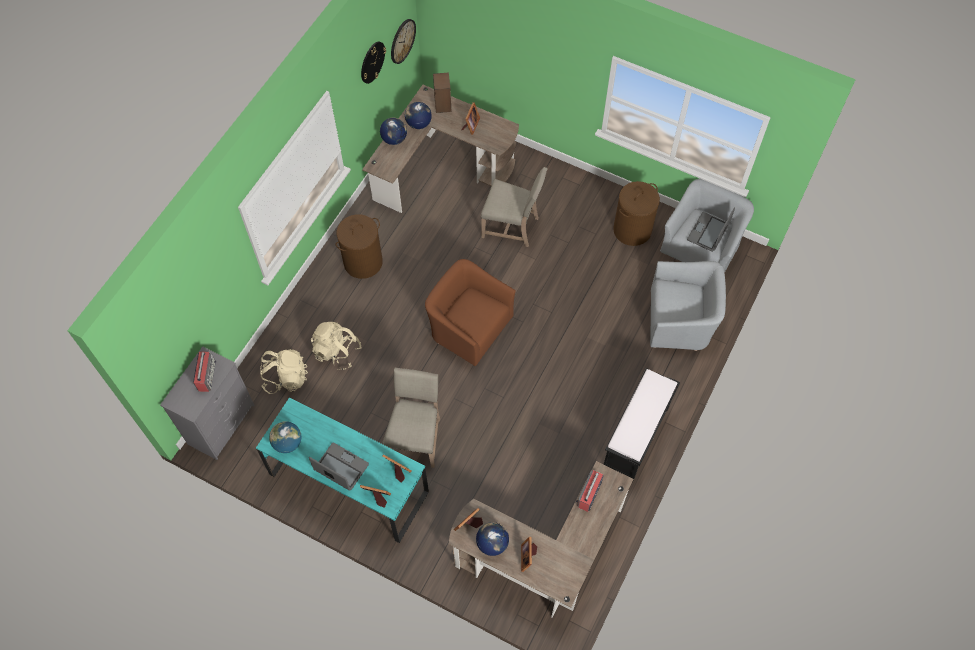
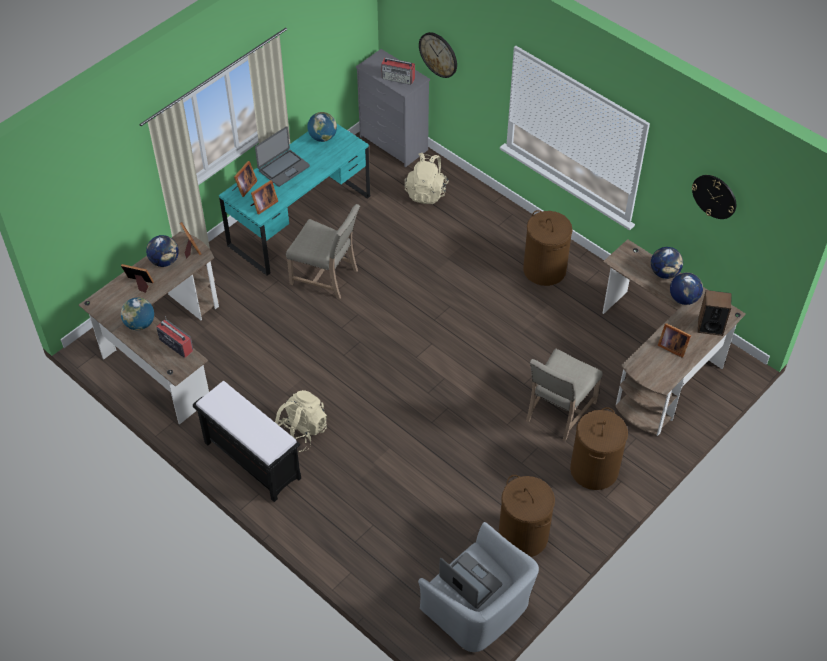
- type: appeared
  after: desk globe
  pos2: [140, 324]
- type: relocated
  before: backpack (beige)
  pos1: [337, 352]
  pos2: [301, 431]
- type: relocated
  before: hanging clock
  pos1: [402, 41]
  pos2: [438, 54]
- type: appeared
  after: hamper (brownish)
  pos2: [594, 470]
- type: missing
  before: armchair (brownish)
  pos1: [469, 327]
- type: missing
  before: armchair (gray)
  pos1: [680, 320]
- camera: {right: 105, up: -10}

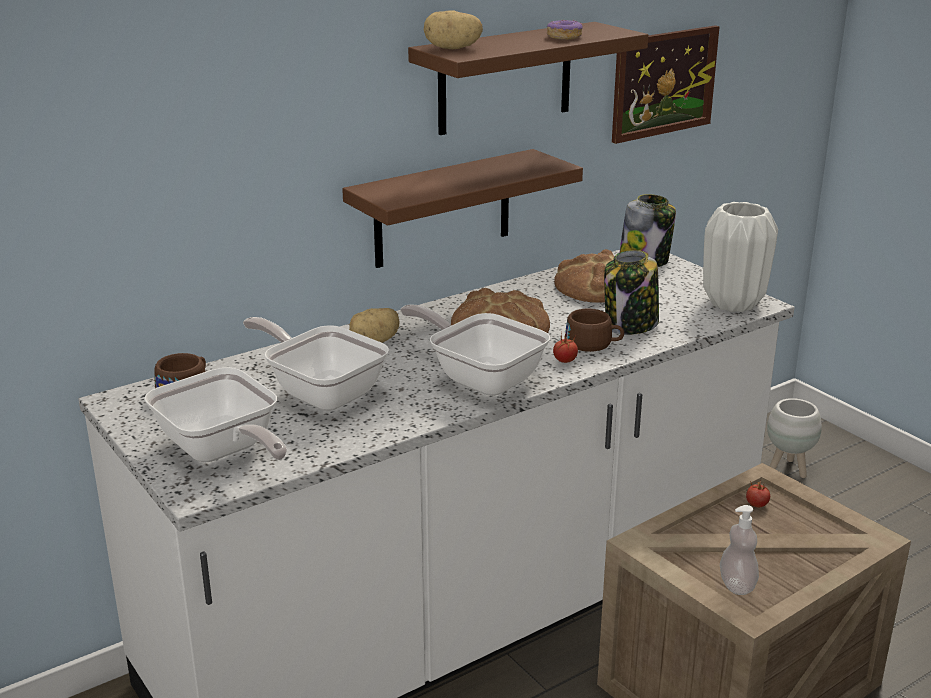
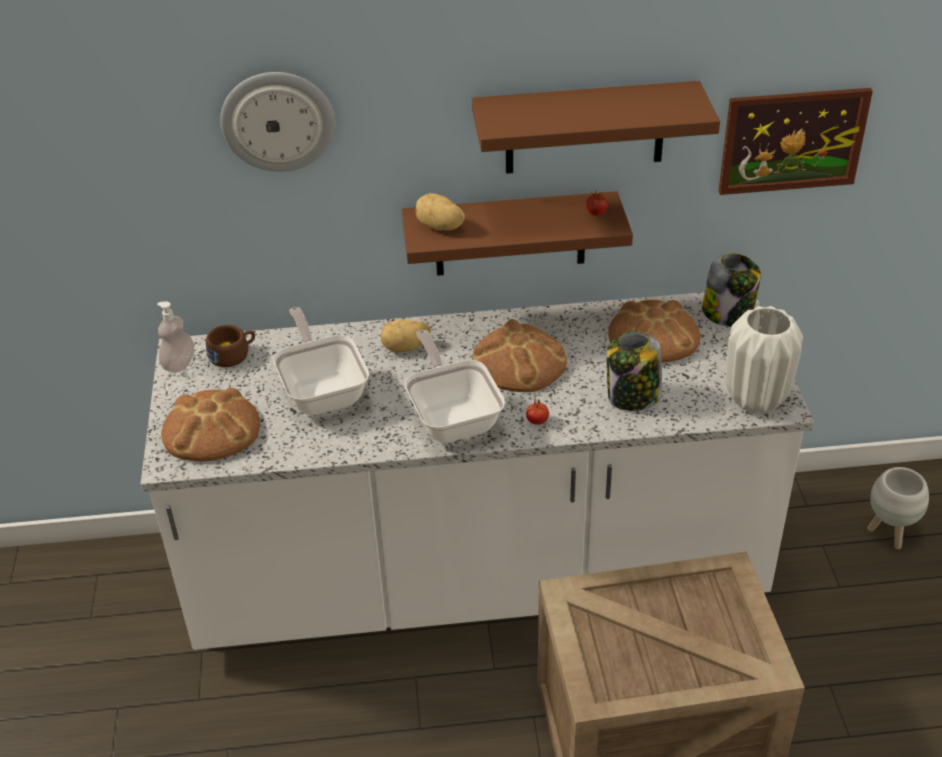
- type: relocated
  before: liquid soap bottle
  pos1: [737, 585]
  pos2: [179, 364]
- type: exchanged
  before: pan
  after: bakery bread
  pos1: [222, 451]
  pos2: [211, 429]
- type: appeared
  after: hanging clock
  pos2: [278, 121]
- type: relocated
  before: spud
  pos1: [452, 48]
  pos2: [440, 227]
- type: relocated
  before: whole tomato
  pos1: [757, 505]
  pos2: [596, 213]
- type: missing
  before: ring doughnut
  pos1: [563, 37]
- type: missing
  before: cup (brownish)
  pos1: [594, 344]
- camera: {right: 30, up: 15}

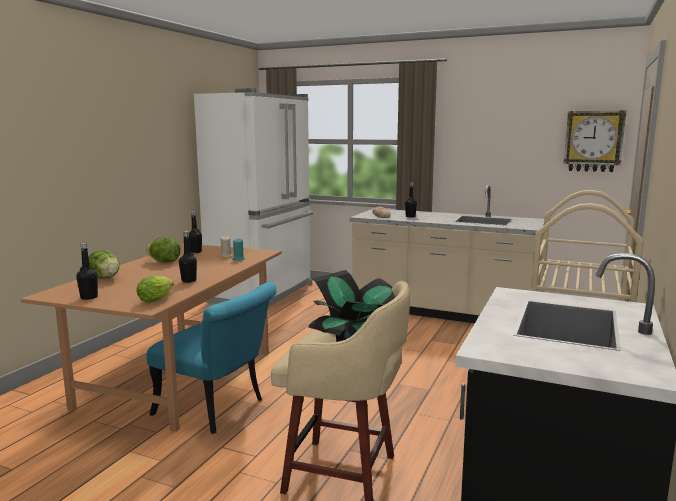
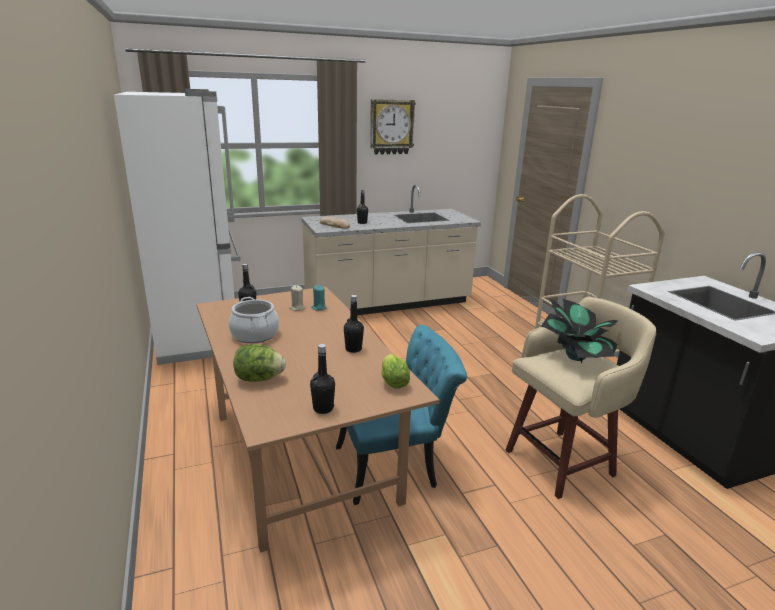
- type: exchanged
  before: head of lettuce
  after: stockpot
  pos1: [164, 262]
  pos2: [255, 335]
- type: relocated
  before: hanging clock
  pos1: [593, 141]
  pos2: [391, 127]
- camera: {right: -45, up: 10}

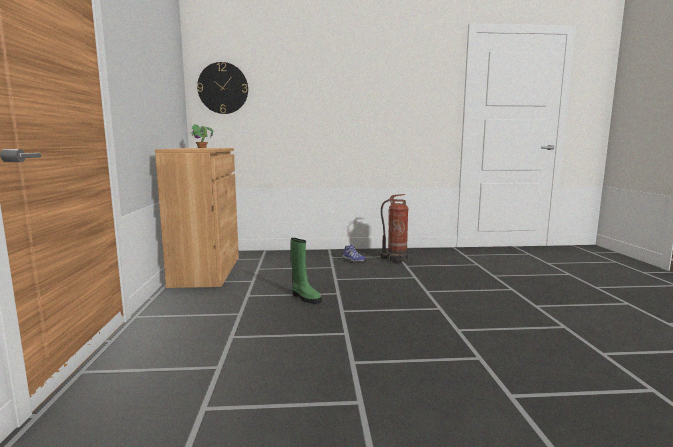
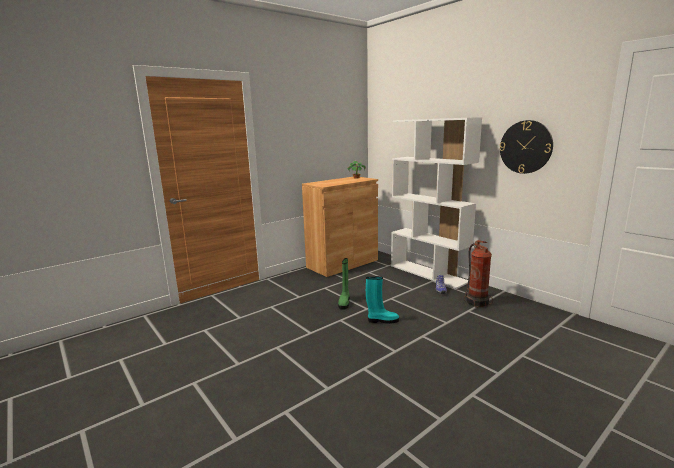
- type: appeared
  after: high-top boot (blue-green)
  pos2: [382, 320]
- type: appeared
  after: bookshelf (white)
  pos2: [429, 273]
- type: relocated
  before: hanging clock
  pos1: [223, 88]
  pos2: [525, 147]
- camera: {right: 55, up: 5}

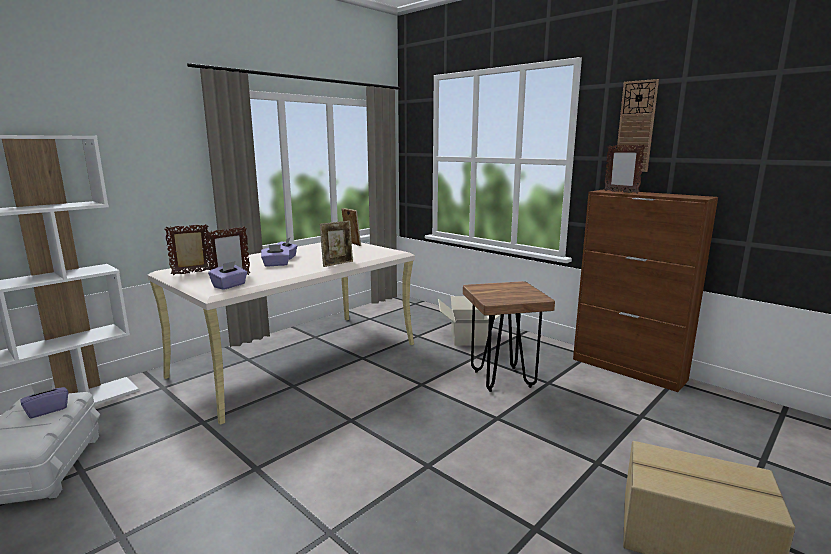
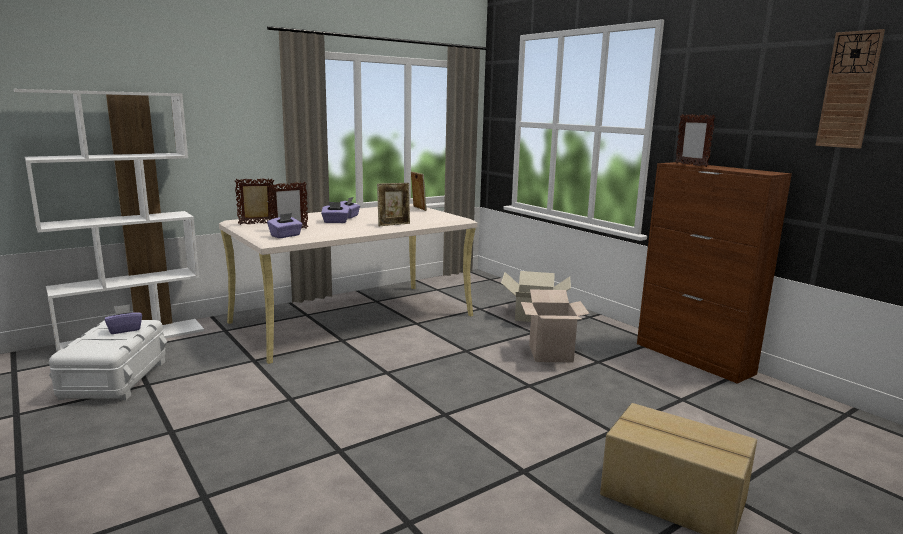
- type: exchanged
  before: sitting stool (brownish)
  after: packing box
  pos1: [502, 379]
  pos2: [550, 354]
- type: relocated
  before: hanging clock
  pos1: [636, 127]
  pos2: [849, 90]
- camera: {right: 10, up: 0}

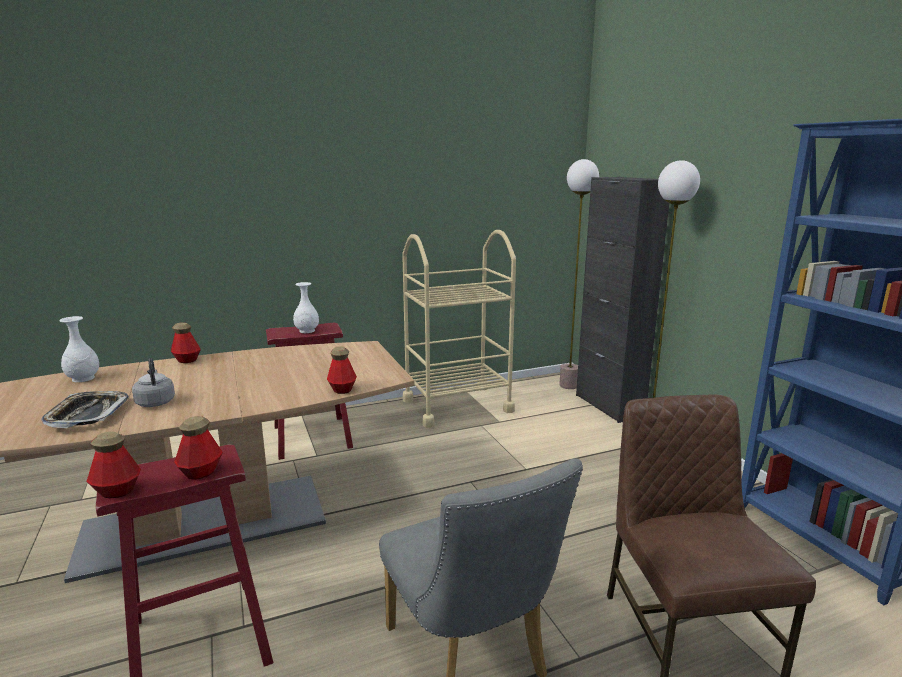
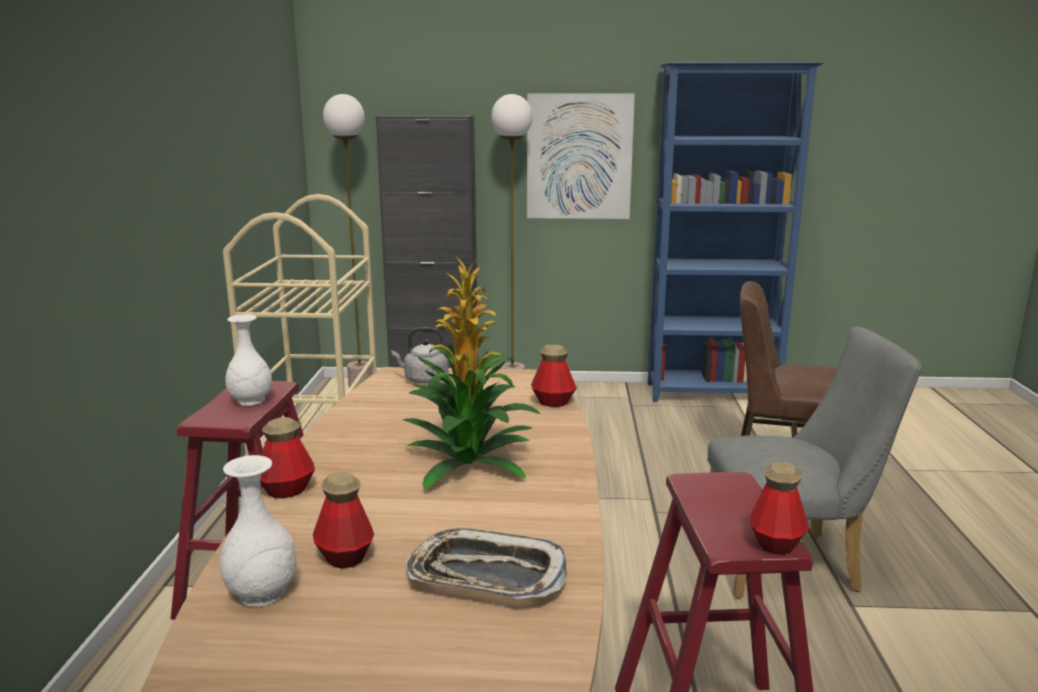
- type: relocated
  before: drink bottle
  pos1: [201, 472]
  pos2: [345, 557]
- type: relocated
  before: tea kettle (gray)
  pos1: [155, 402]
  pos2: [423, 380]
- type: appeared
  after: plant in a pot
  pos2: [470, 462]
- type: appeared
  after: picture
  pos2: [579, 157]
- camera: {right: -65, up: 0}

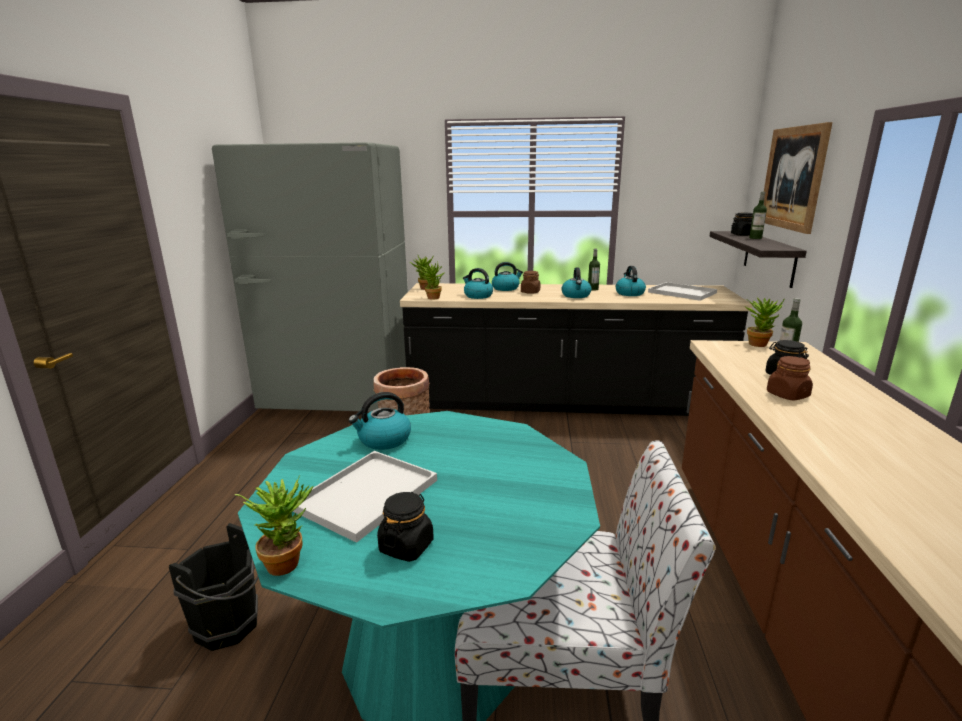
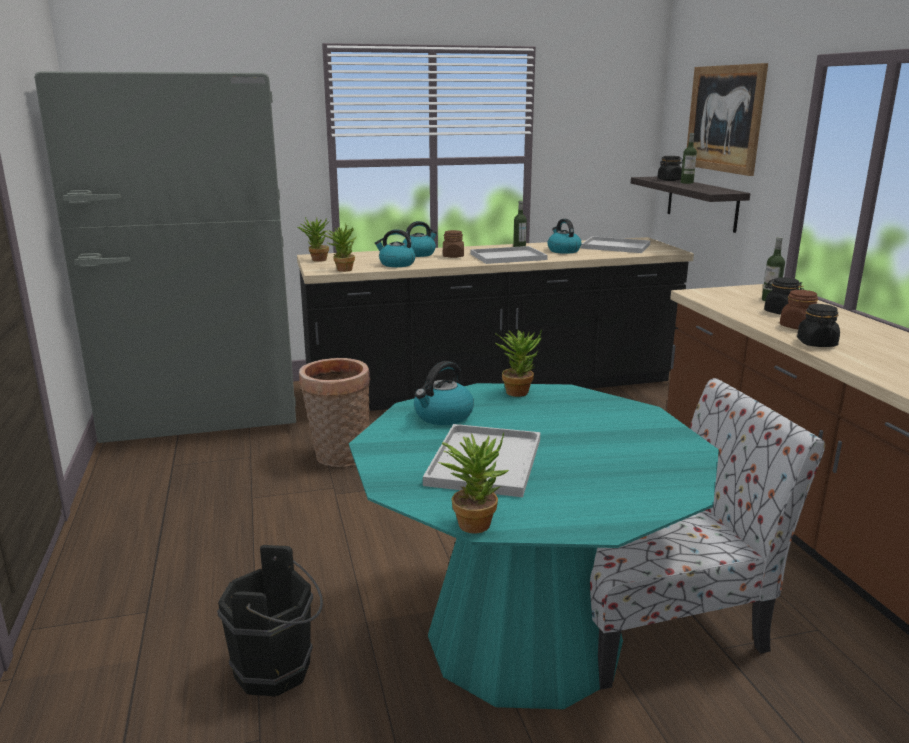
- type: exchanged
  before: tea kettle
  after: carrying tray (white)
  pos1: [576, 295]
  pos2: [509, 256]
- type: relocated
  before: plant in a pot
  pos1: [759, 343]
  pos2: [519, 391]
- type: relocated
  before: jar (blackish)
  pos1: [406, 546]
  pos2: [816, 343]
- camera: {right: -20, up: 0}

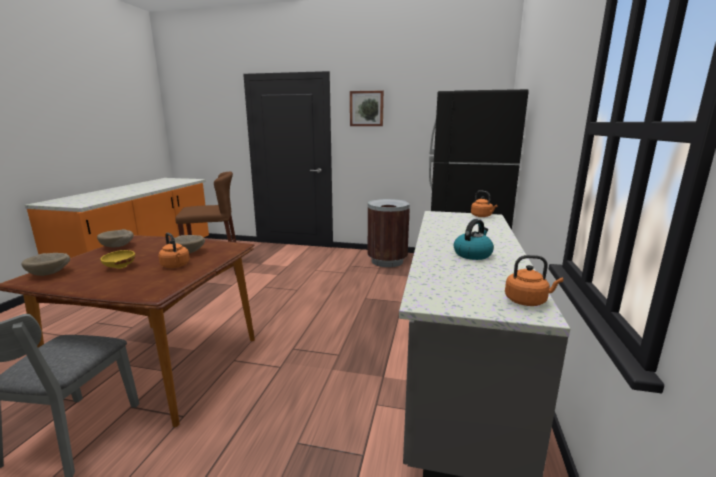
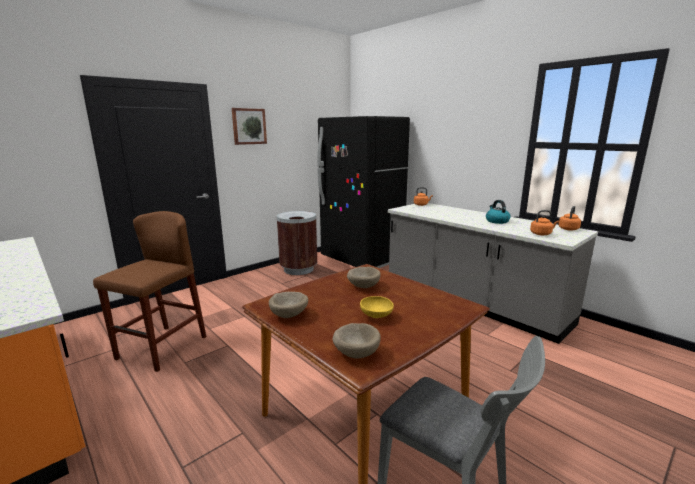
- type: relocated
  before: tea kettle (orangey)
  pos1: [176, 266]
  pos2: [541, 234]
- camera: {right: -55, up: 0}

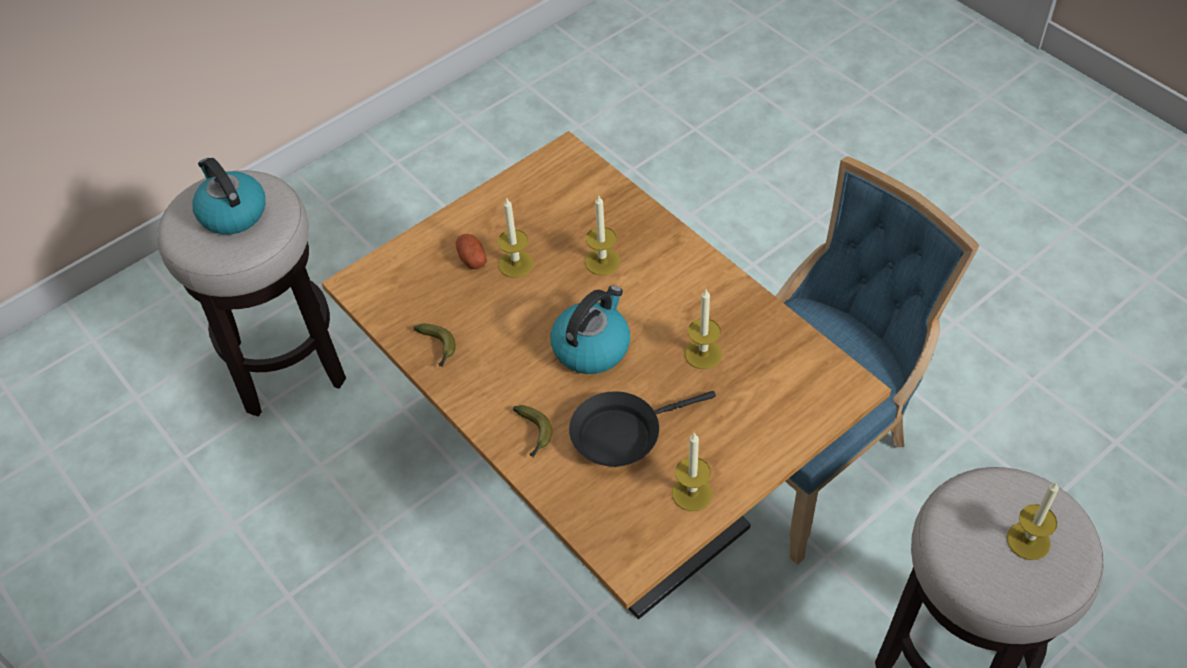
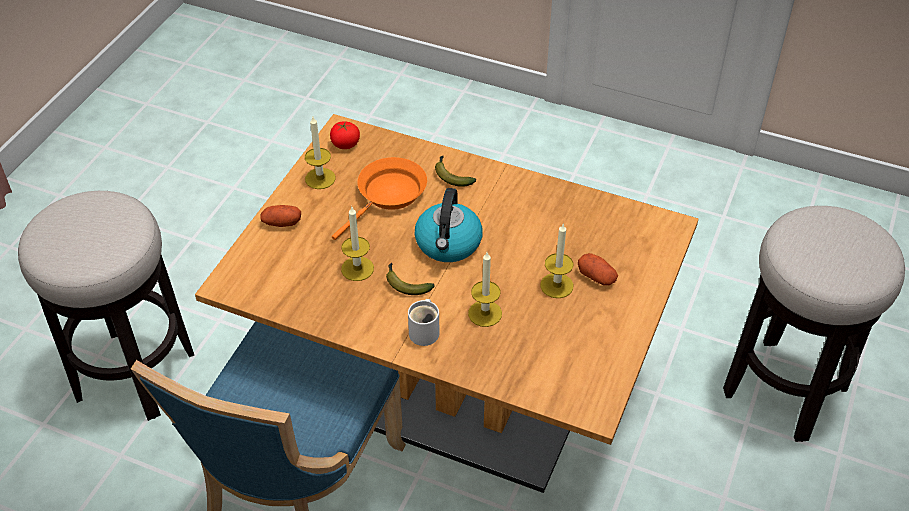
- type: appeared
  after: spud
  pos2: [281, 223]
- type: appeared
  after: whole tomato
  pos2: [345, 144]
- type: colour
  before: pan (blackish)
  after: pan (orangey)
  pos1: [622, 434]
  pos2: [388, 196]
- type: relocated
  before: banana
  pos1: [438, 348]
  pos2: [405, 284]
- type: appeared
  after: coffee mug (white)
  pos2: [426, 331]
- type: missing
  before: tea kettle
  pos1: [232, 213]
- type: missing
  before: wax light
  pos1: [1028, 541]
- camera: {right: 150, up: -5}

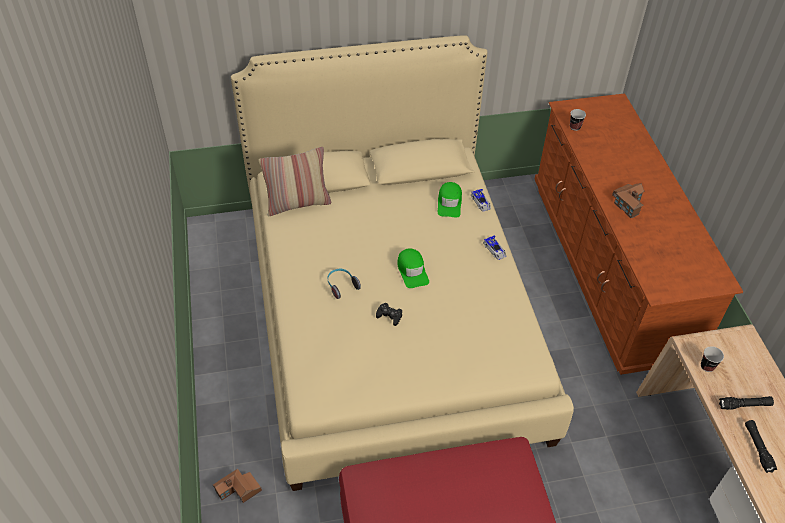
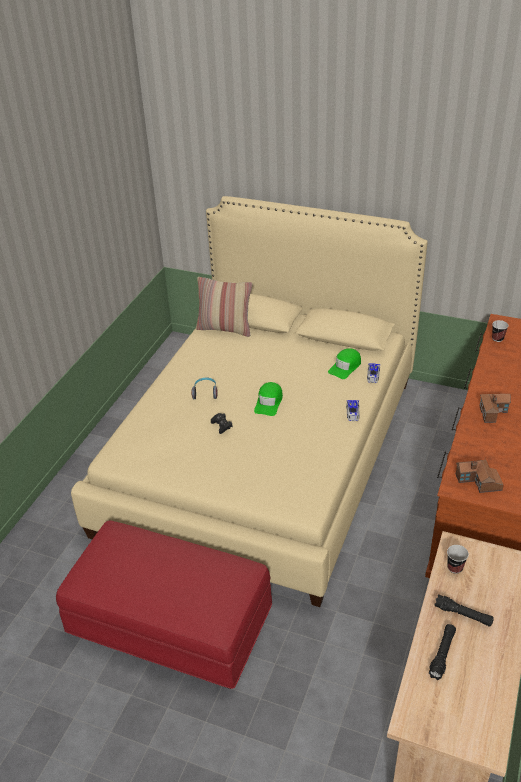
- type: relocated
  before: miniature house
  pos1: [238, 490]
  pos2: [478, 481]
- camera: {right: 35, up: -10}

